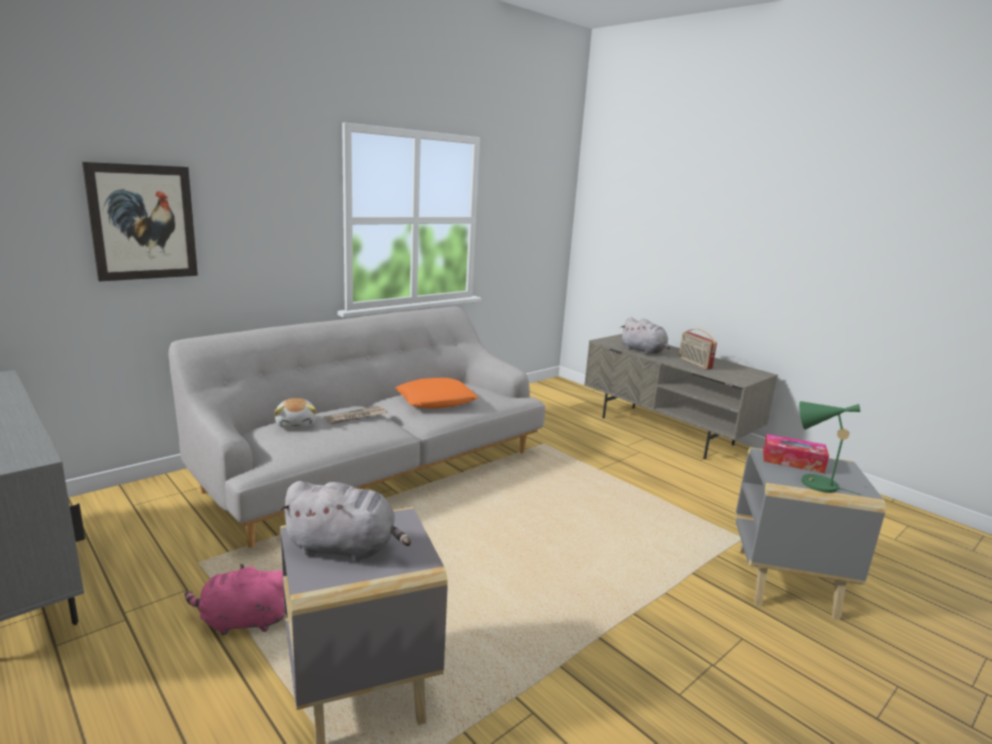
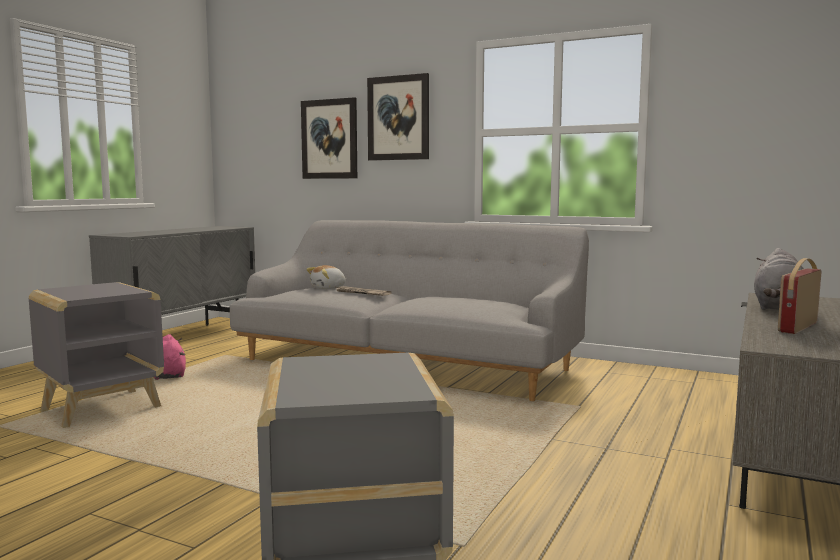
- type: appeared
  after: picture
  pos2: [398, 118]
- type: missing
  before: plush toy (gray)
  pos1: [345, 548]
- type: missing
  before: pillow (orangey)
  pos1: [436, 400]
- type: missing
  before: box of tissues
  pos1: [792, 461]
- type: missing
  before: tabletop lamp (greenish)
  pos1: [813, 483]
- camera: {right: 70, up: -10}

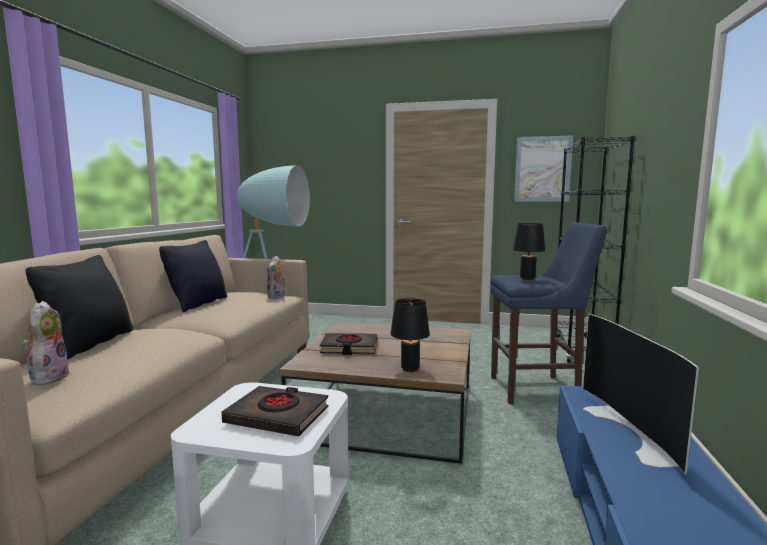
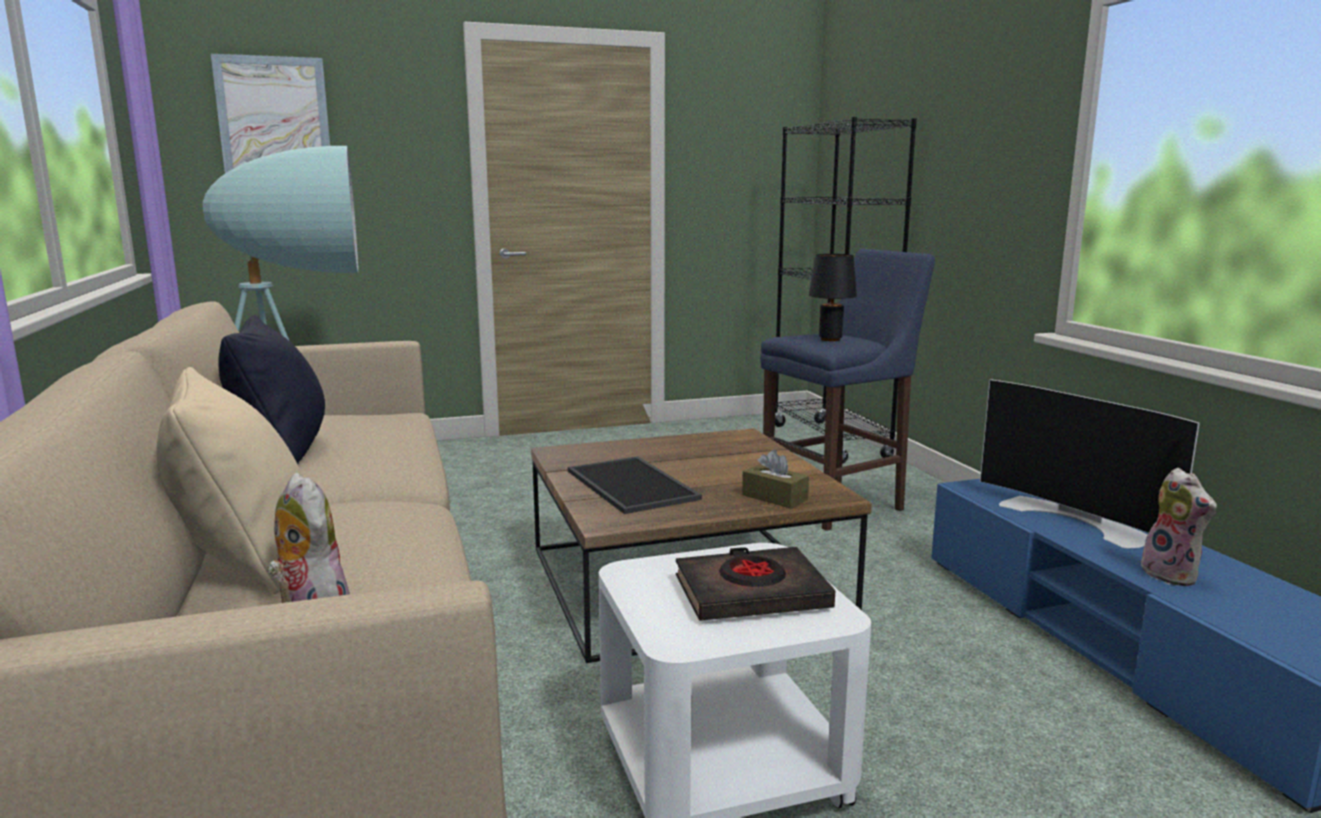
- type: colour
  before: pillow (blackish)
  after: pillow (beige)
  pos1: [91, 343]
  pos2: [245, 559]
- type: relocated
  before: picture
  pos1: [542, 169]
  pos2: [274, 121]
- type: exchanged
  before: bound book (blackish)
  after: carrying tray
  pos1: [349, 348]
  pos2: [634, 485]
- type: exchanged
  before: tabletop lamp (blackish)
  after: box of tissues (brownish)
  pos1: [410, 369]
  pos2: [774, 497]
- type: relocated
  before: plush toy
  pos1: [277, 297]
  pos2: [1173, 575]
- camera: {right: -30, up: 5}

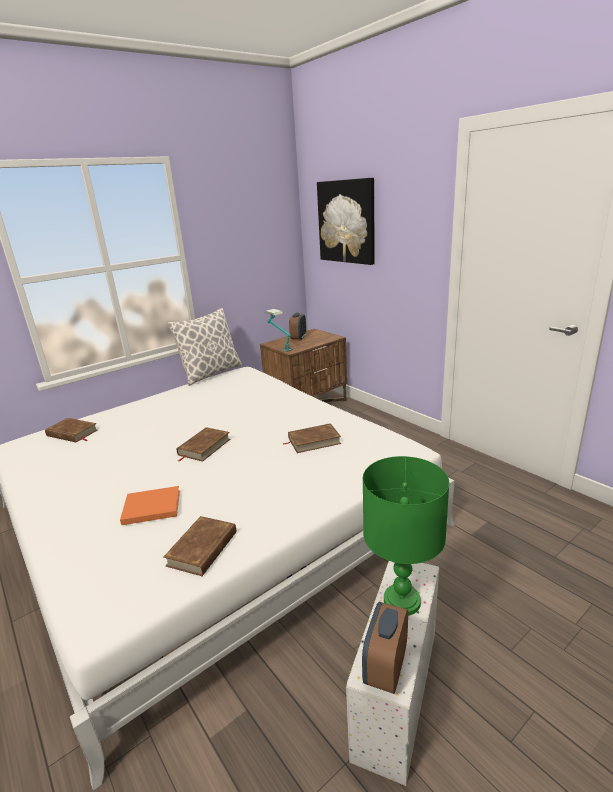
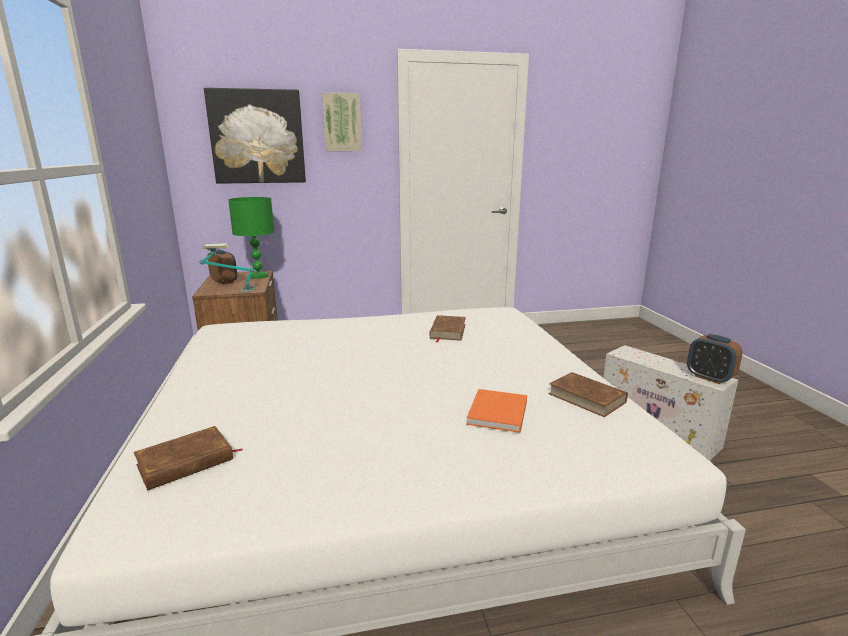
- type: relocated
  before: tabletop lamp (greenish)
  pos1: [401, 600]
  pos2: [258, 276]
- type: appeared
  after: picture
  pos2: [342, 122]
- type: missing
  before: pillow
  pos1: [211, 374]
- type: missing
  before: bound book (brownish)
  pos1: [204, 447]
- camera: {right: -65, up: -5}

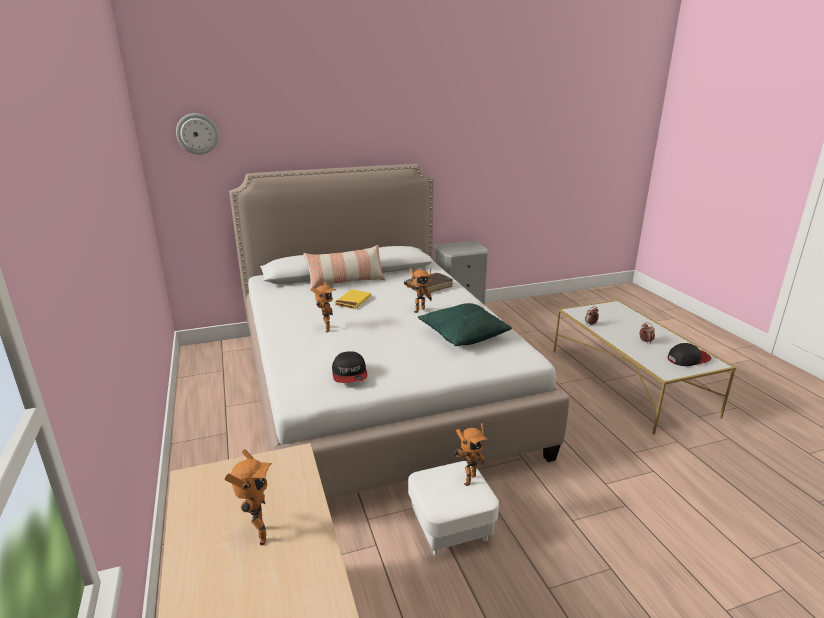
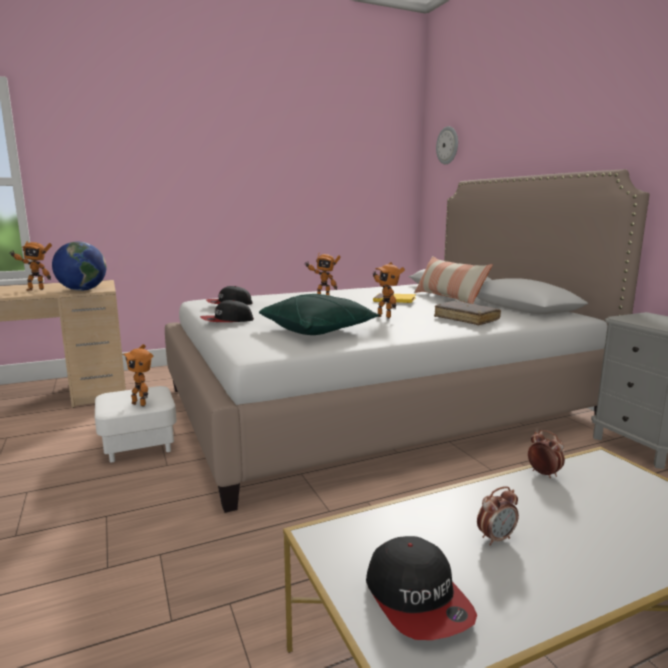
- type: appeared
  after: desk globe
  pos2: [82, 290]
- type: appeared
  after: cap
  pos2: [227, 321]
- camera: {right: 85, up: -10}

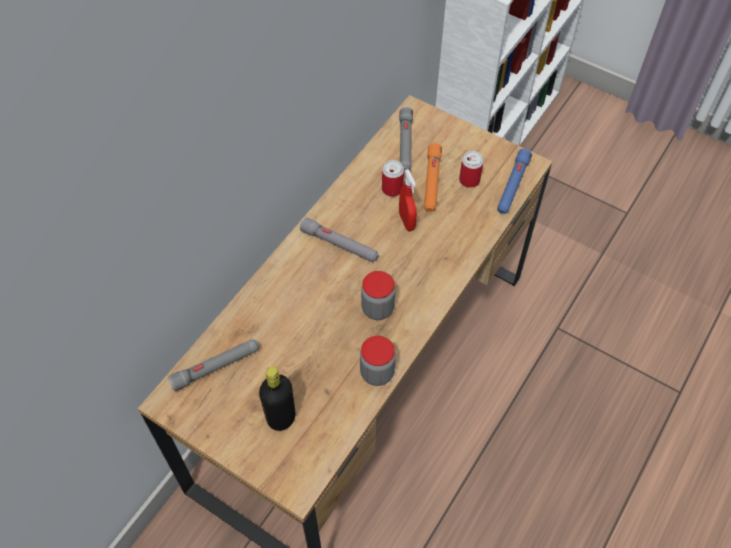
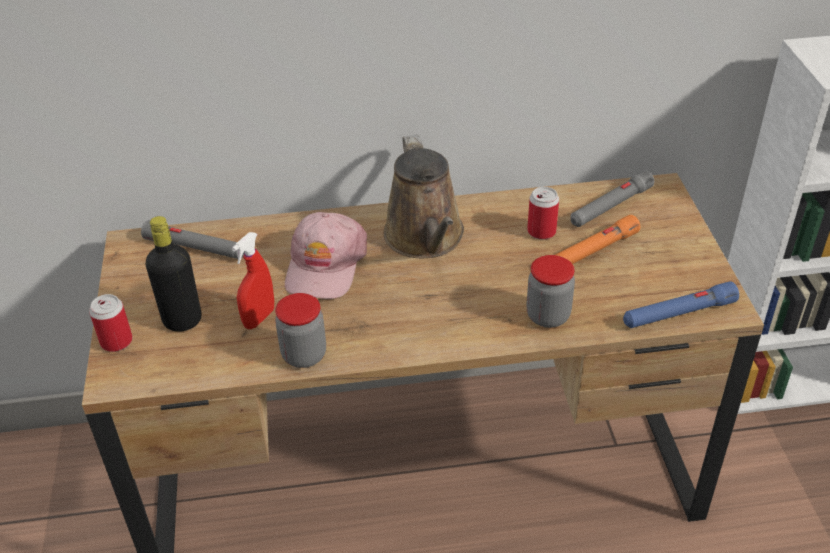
- type: relocated
  before: metal can
  pos1: [469, 180]
  pos2: [116, 341]
- type: relocated
  before: sprayer (red-coloured)
  pos1: [406, 221]
  pos2: [259, 318]
- type: appeared
  after: cap (pink-coloured)
  pos2: [325, 265]
- type: exchanged
  before: torch (gray)
  after: sprinkling can (brownish)
  pos1: [339, 244]
  pos2: [426, 238]
- type: relocated
  before: jar
  pos1: [377, 309]
  pos2: [548, 316]
- camera: {right: 50, up: -15}

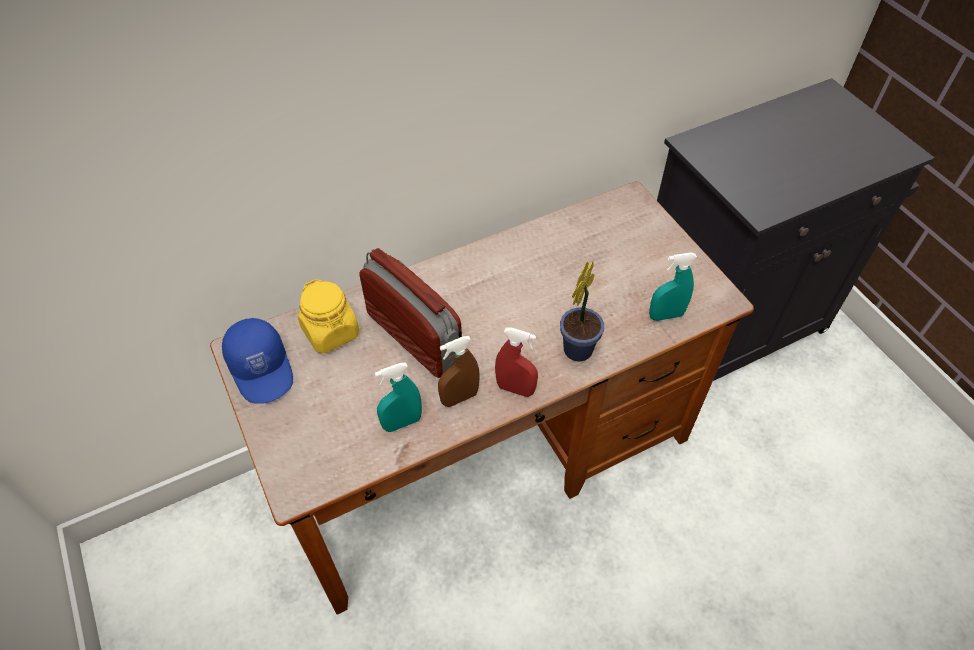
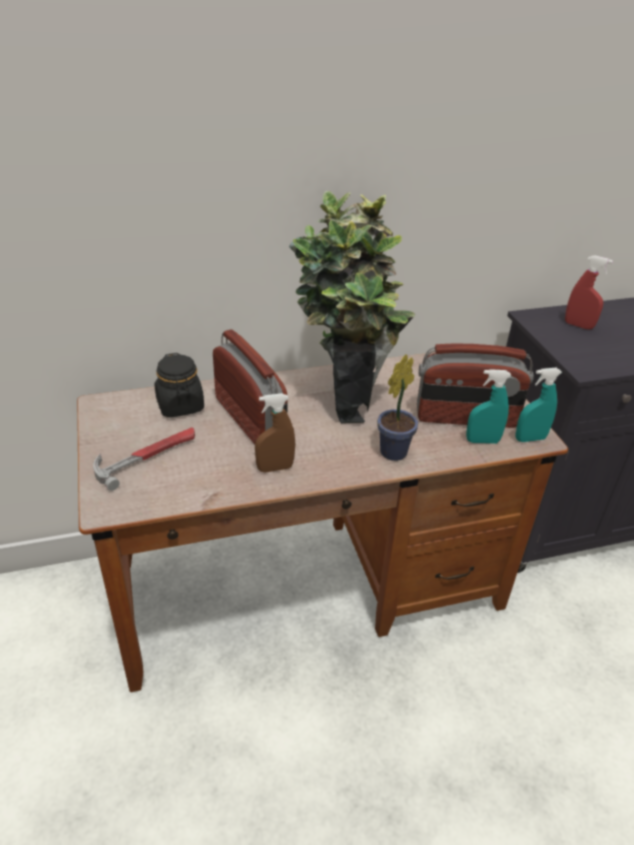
- type: appeared
  after: tool hammer
  pos2: [147, 457]
- type: colour
  before: jar (yellow-coloured)
  after: jar (blackish)
  pos1: [331, 332]
  pos2: [180, 405]
- type: appeared
  after: plant in a pot
  pos2: [345, 397]
- type: appeared
  after: radio
  pos2: [466, 418]
- type: relocated
  before: sprayer (blue-green)
  pos1: [402, 423]
  pos2: [530, 439]
- type: relocated
  before: sprayer (red-coloured)
  pos1: [515, 389]
  pos2: [578, 325]
- type: missing
  before: cap (bluish)
  pos1: [262, 369]
- camera: {right: 10, up: -15}

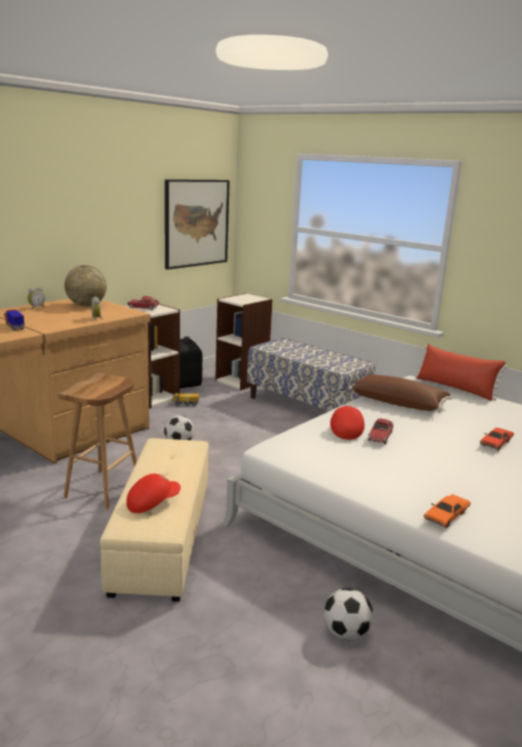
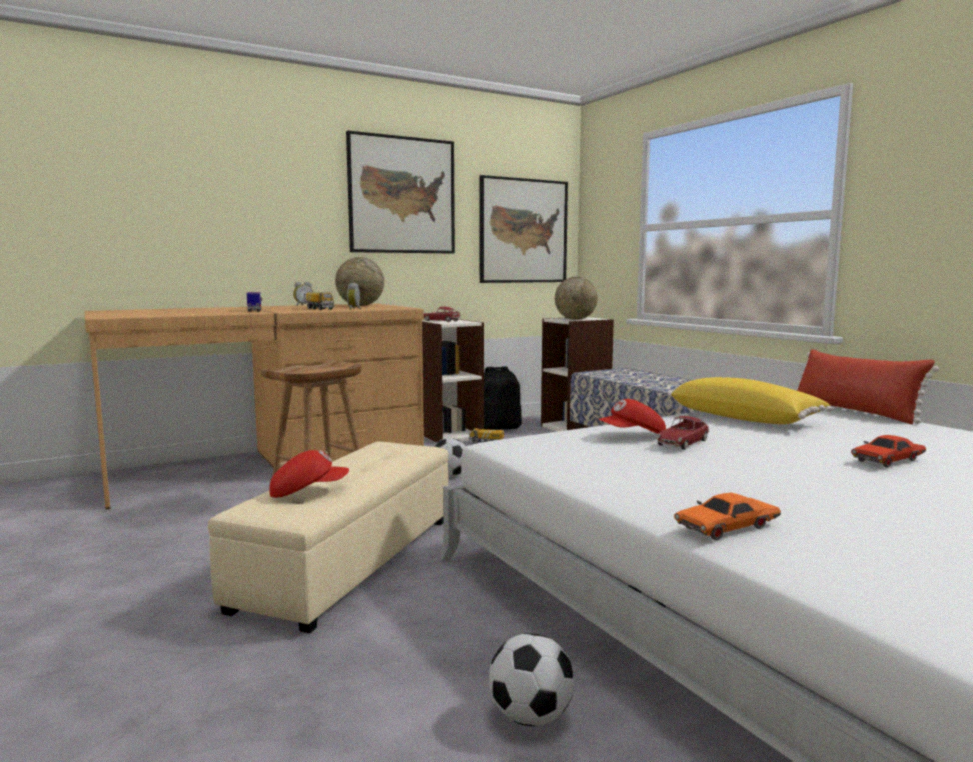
- type: appeared
  after: toy lorry
  pos2: [320, 309]
- type: appeared
  after: picture
  pos2: [402, 195]
- type: appeared
  after: desk globe
  pos2: [575, 319]
- type: spun
  before: cap (red-coloured)
  pos1: [345, 430]
  pos2: [633, 435]
  turn: -135
- type: colour
  before: pillow (brownish)
  after: pillow (yellow-coloured)
  pos1: [399, 403]
  pos2: [745, 418]
- camera: {right: 20, up: -10}

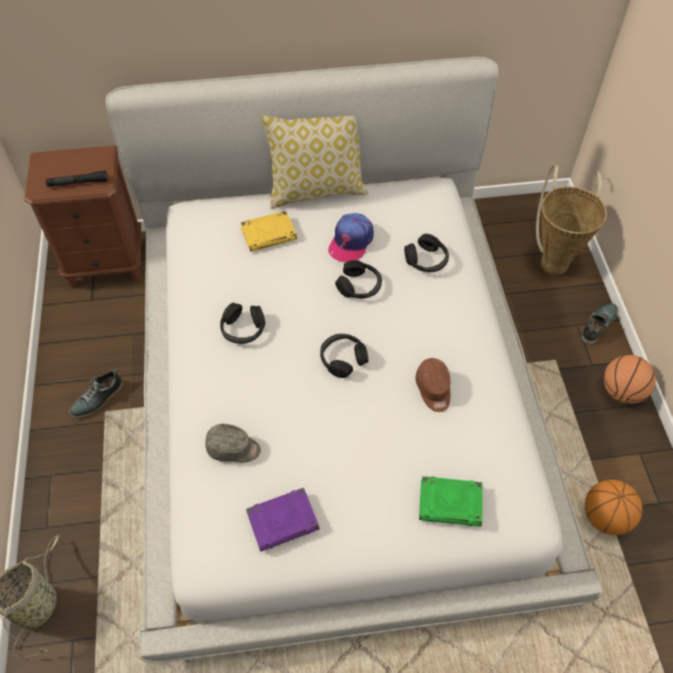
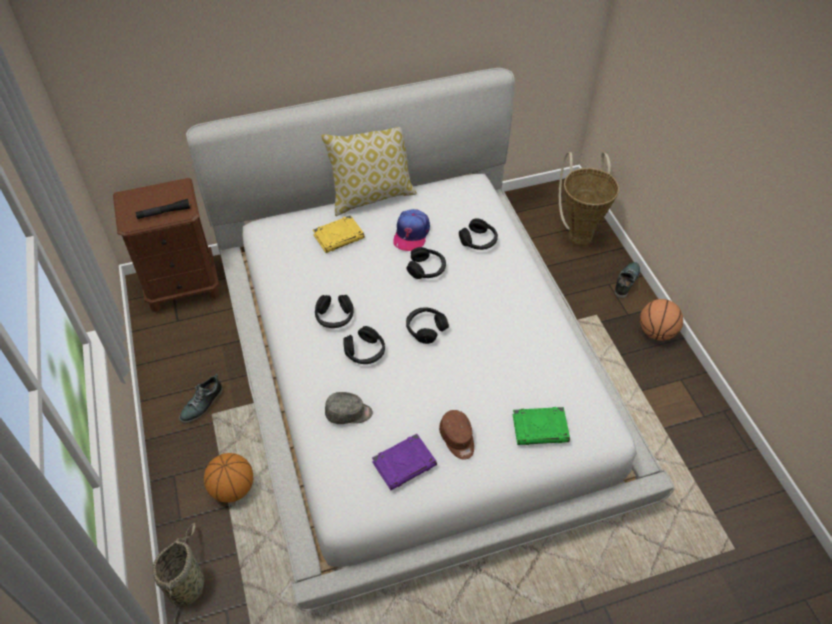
- type: relocated
  before: basketball
  pos1: [605, 517]
  pos2: [232, 489]
- type: appeared
  after: pair of headphones (blackish)
  pos2: [365, 352]
- type: relocated
  before: cap (brownish)
  pos1: [433, 390]
  pos2: [457, 439]
- camera: {right: -10, up: -5}

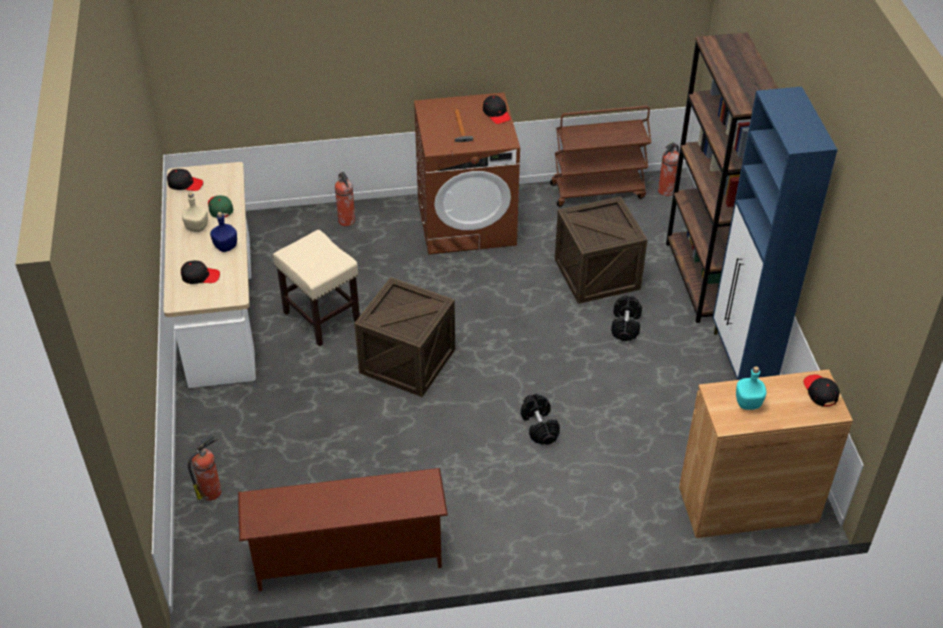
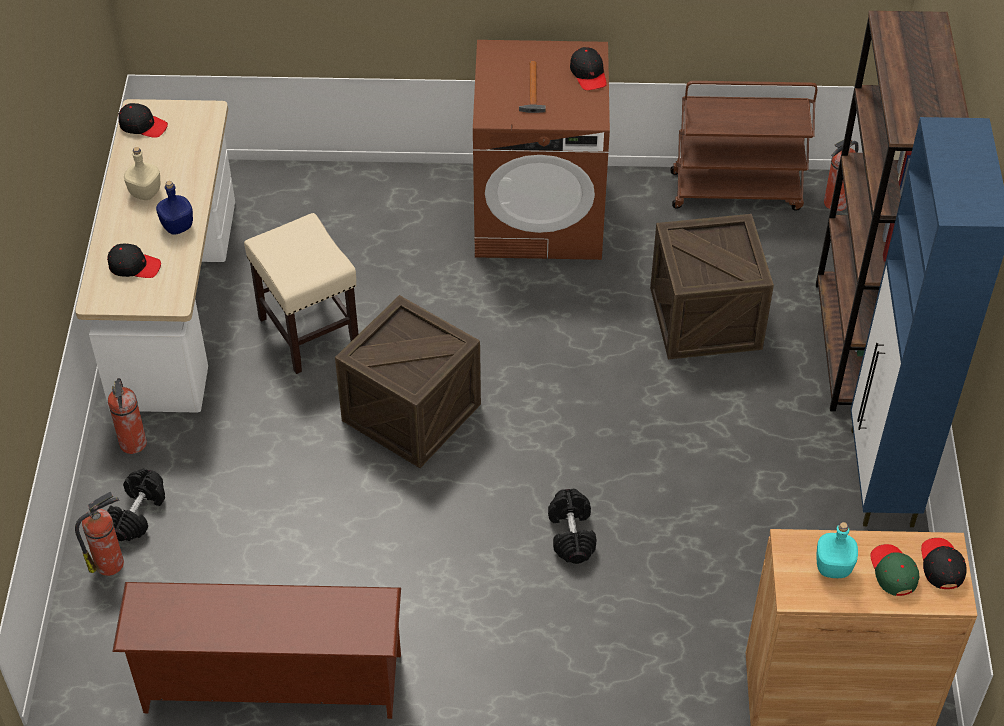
- type: relocated
  before: free weight (blackish)
  pos1: [626, 325]
  pos2: [138, 514]
- type: relocated
  before: fire extinguisher
  pos1: [347, 221]
  pos2: [133, 444]
- type: relocated
  before: cap (greenish)
  pos1: [220, 208]
  pos2: [893, 572]
- camera: {right: 10, up: 5}

